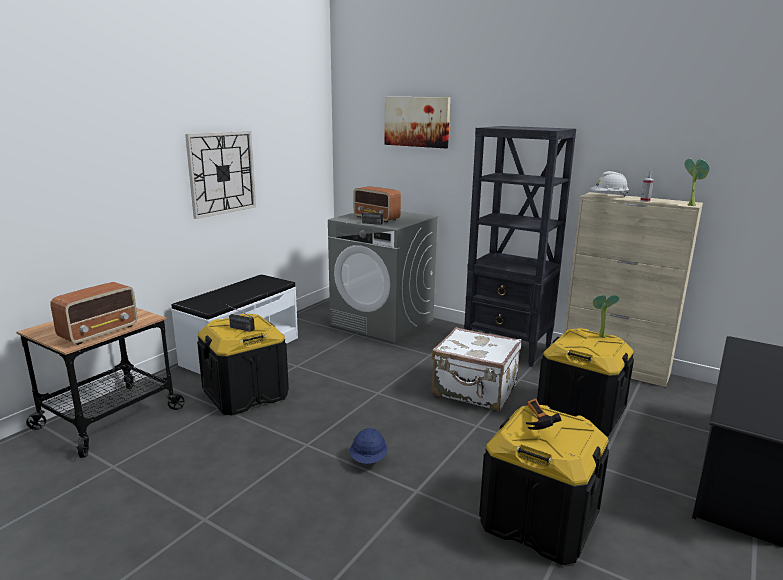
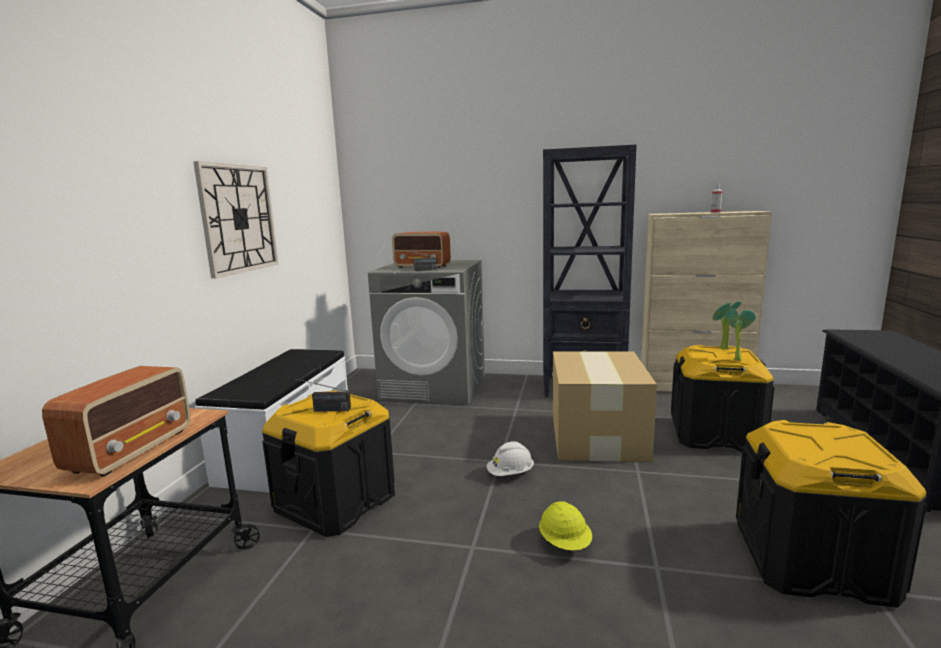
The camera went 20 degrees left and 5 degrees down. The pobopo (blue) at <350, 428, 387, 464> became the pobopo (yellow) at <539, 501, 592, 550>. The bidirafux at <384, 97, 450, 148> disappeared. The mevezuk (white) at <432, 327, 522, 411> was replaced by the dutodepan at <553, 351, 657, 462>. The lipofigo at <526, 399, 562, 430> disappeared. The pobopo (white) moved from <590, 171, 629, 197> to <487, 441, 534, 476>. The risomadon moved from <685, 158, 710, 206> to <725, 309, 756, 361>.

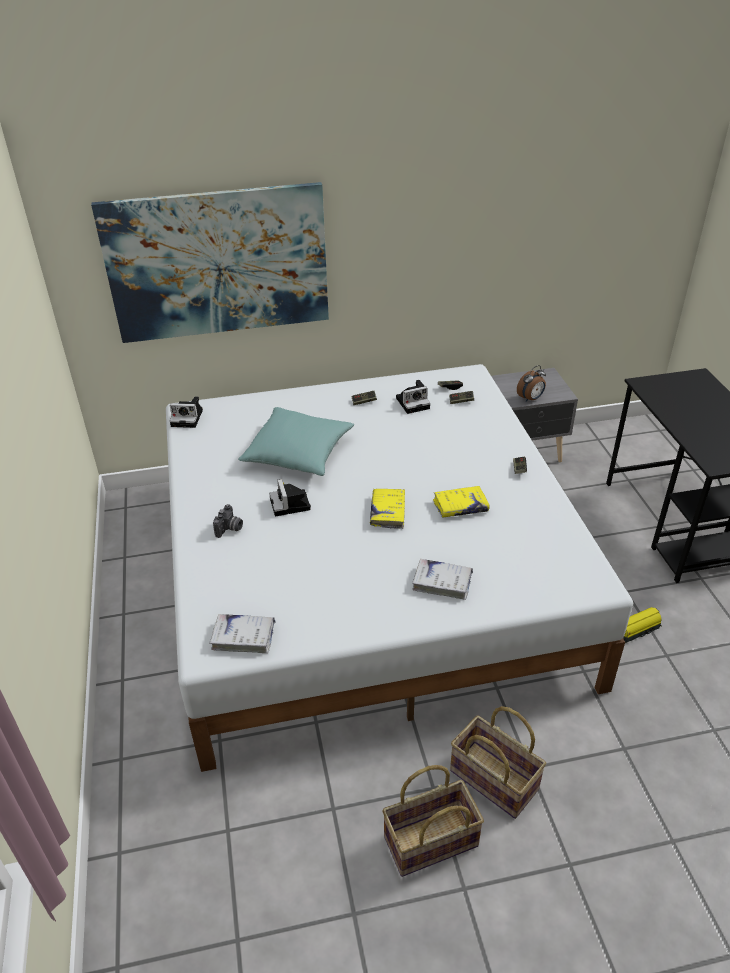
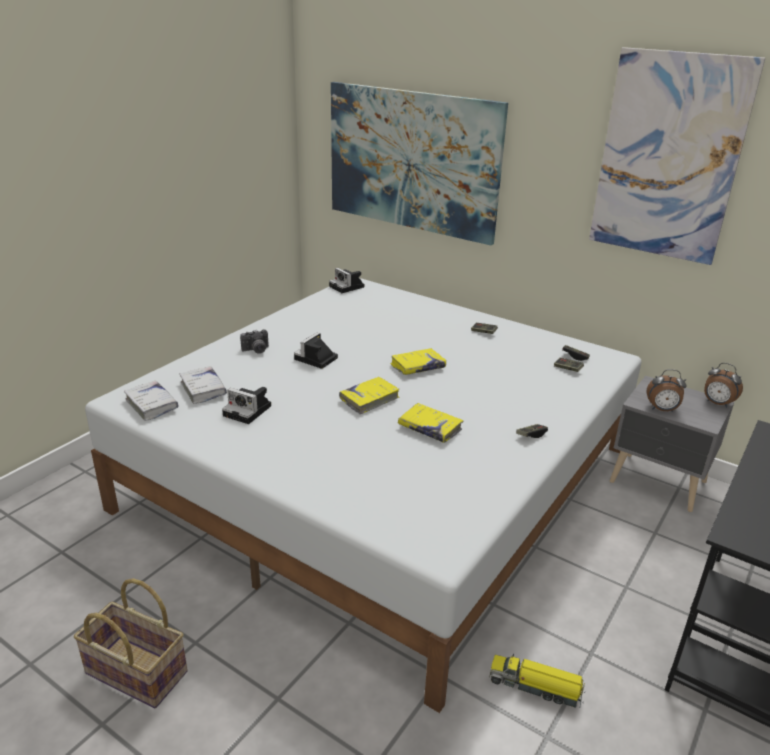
The camera went 45 degrees right and 10 degrees down. The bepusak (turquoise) at <238, 407, 354, 476> disappeared. The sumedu moved from <396, 380, 430, 414> to <222, 387, 271, 424>. The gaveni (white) moved from <412, 559, 473, 600> to <180, 366, 227, 404>. The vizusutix at <450, 706, 546, 819> disappeared. The gaveni (yellow) at <390, 348, 446, 375> appeared. The bidirafux at <589, 47, 765, 265> appeared. The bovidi at <704, 363, 743, 408> appeared.

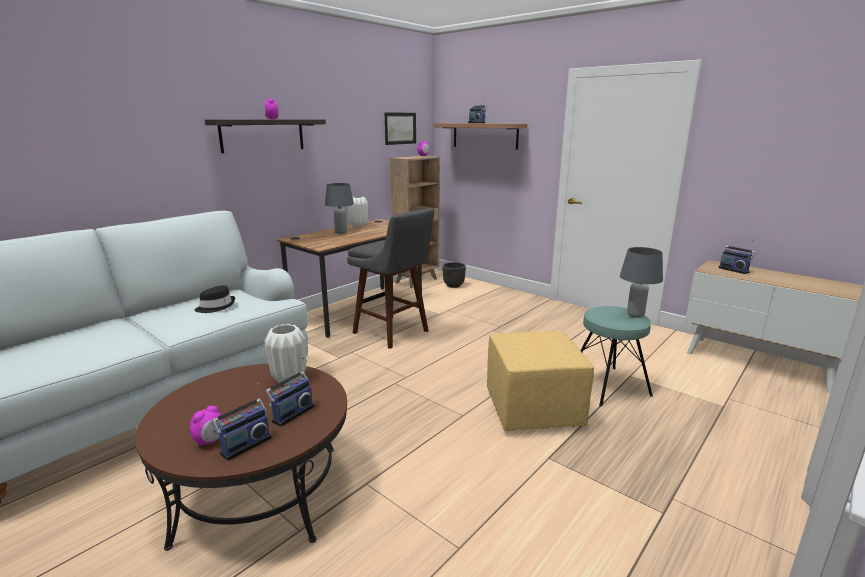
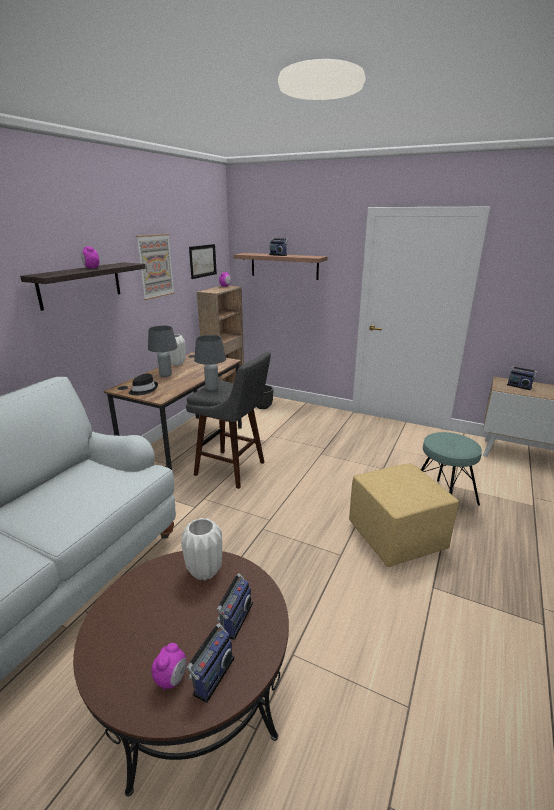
The camera went 15 degrees left and 5 degrees up. The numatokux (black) moved from <194, 285, 235, 313> to <129, 373, 158, 395>. The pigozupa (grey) moved from <620, 247, 663, 318> to <194, 335, 226, 391>. The bidirafux at <136, 234, 175, 300> appeared.

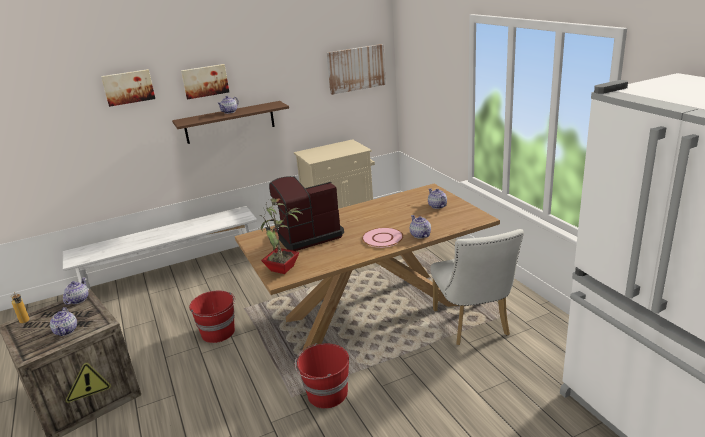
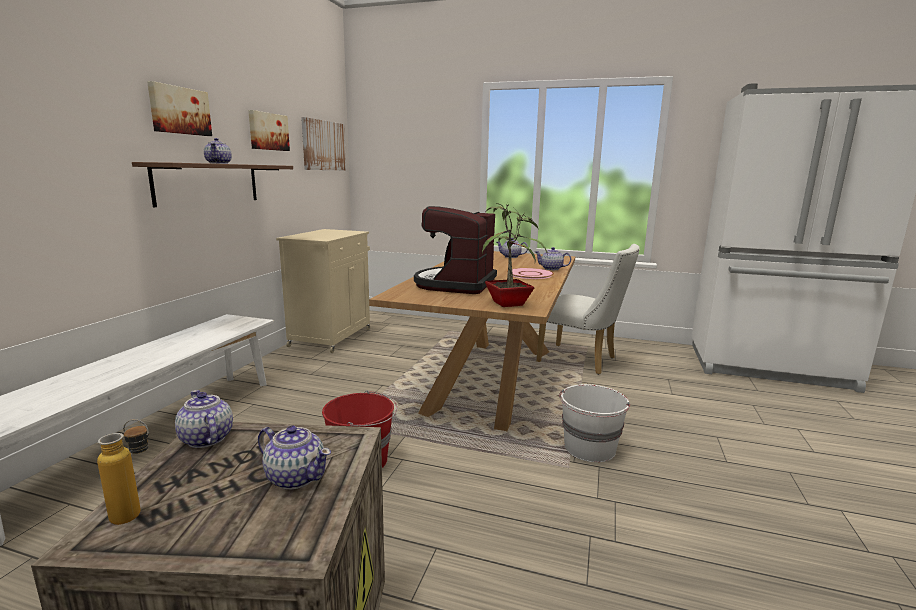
The camera went 50 degrees left and 10 degrees down. The bidirafux moved from <101, 69, 155, 107> to <248, 110, 290, 151>. The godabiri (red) at <295, 343, 349, 408> became the godabiri (white) at <559, 384, 630, 462>.

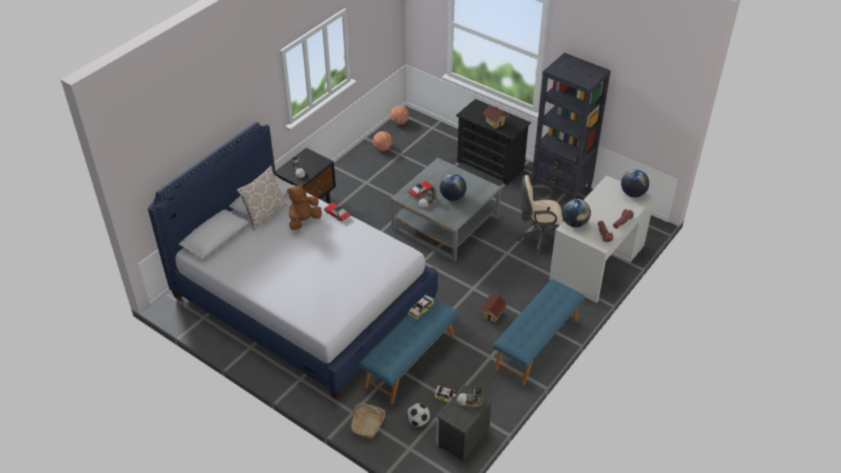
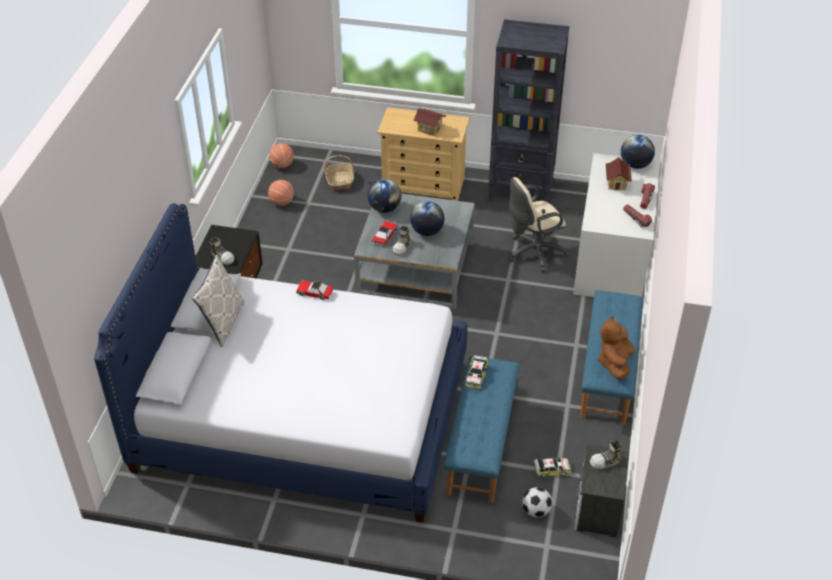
The camera went 25 degrees left and 0 degrees up. The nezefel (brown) moved from <287, 183, 322, 230> to <598, 316, 635, 380>. The vizusutix moved from <351, 403, 385, 439> to <324, 155, 354, 190>. The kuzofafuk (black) at <456, 99, 531, 185> became the kuzofafuk (beige) at <377, 107, 470, 201>. The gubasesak moved from <480, 294, 508, 322> to <606, 158, 632, 191>. The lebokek moved from <562, 199, 591, 227> to <368, 179, 401, 213>.

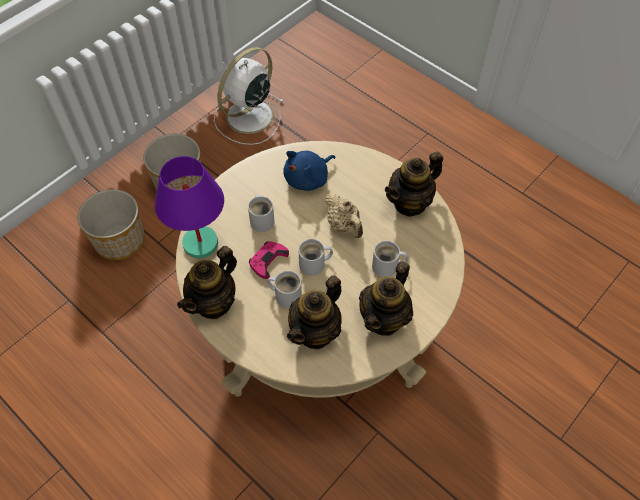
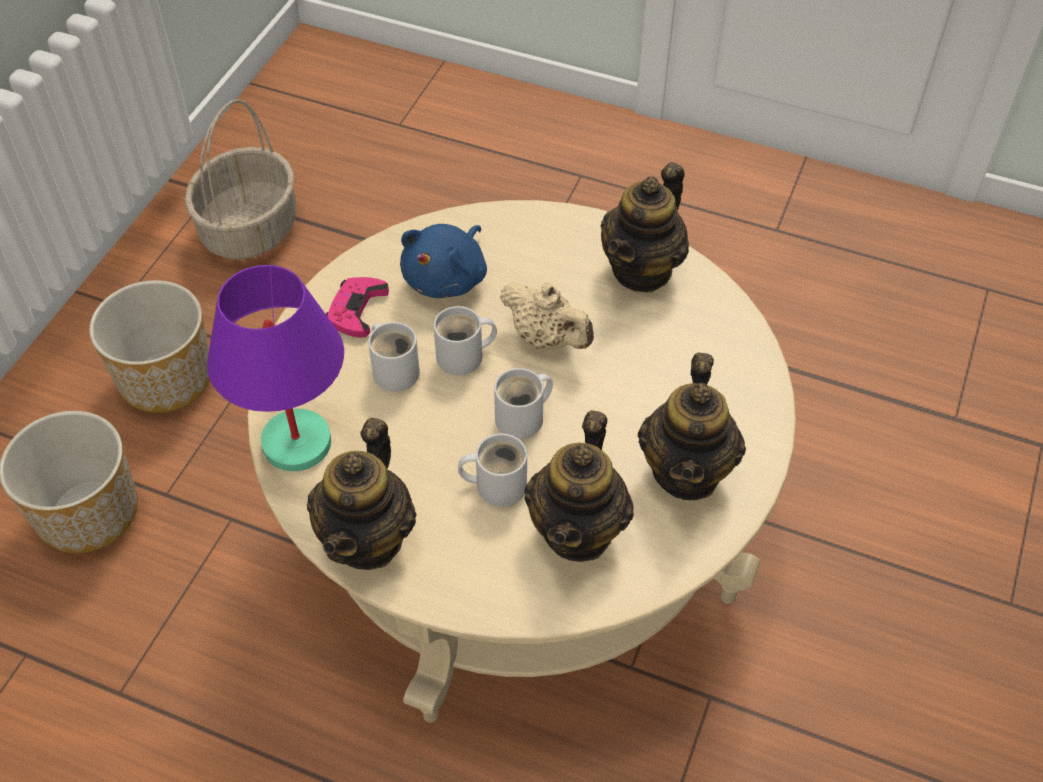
The camera went 20 degrees left and 5 degrees down. The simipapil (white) at <214, 47, 284, 145> was replaced by the vizusutix at <185, 99, 296, 259>. The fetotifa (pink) moved from <249, 241, 289, 279> to <326, 277, 389, 338>. The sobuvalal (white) moved from <372, 241, 408, 277> to <434, 306, 497, 375>.

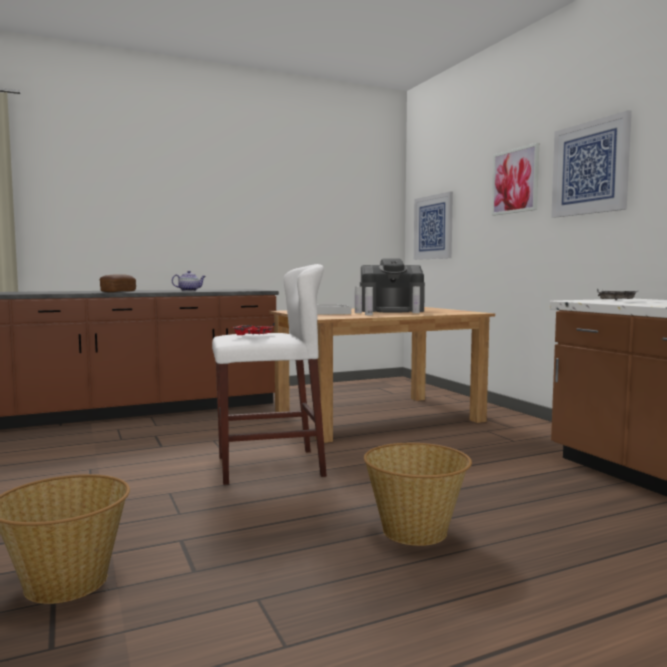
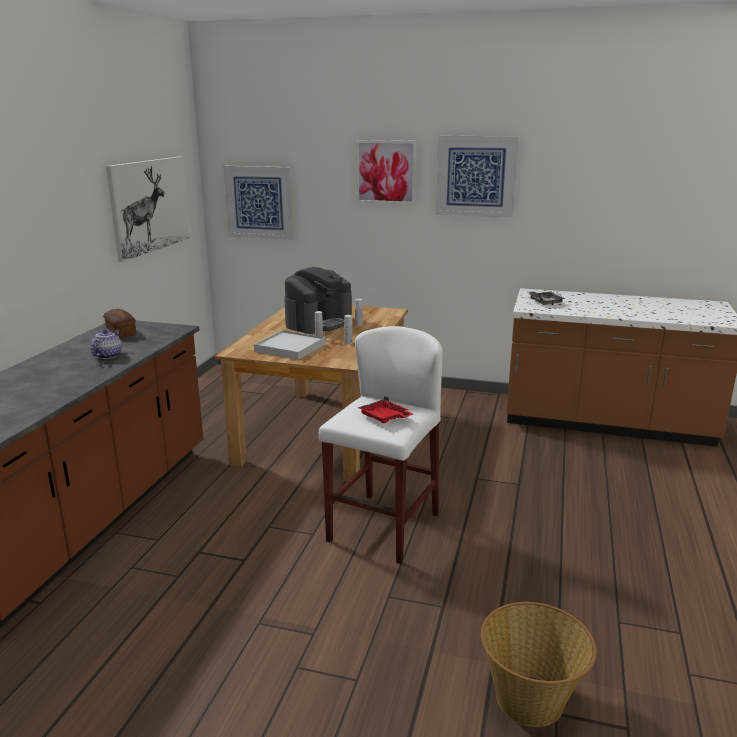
The camera went 50 degrees left and 15 degrees up. The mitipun moved from <100, 274, 136, 292> to <103, 309, 136, 337>. The vizusutix at <364, 443, 472, 546> disappeared. The bidirafux at <106, 156, 190, 262> appeared.

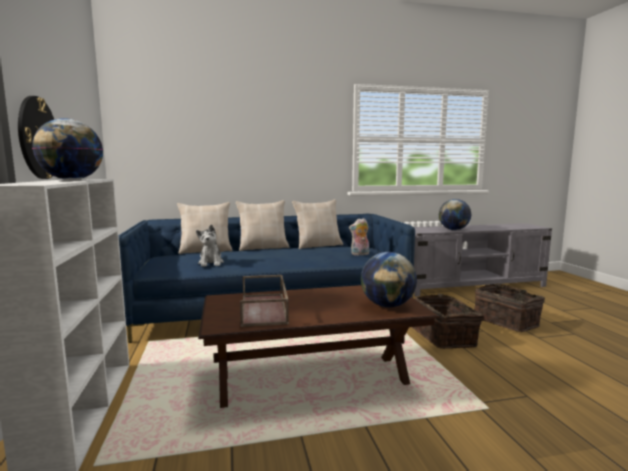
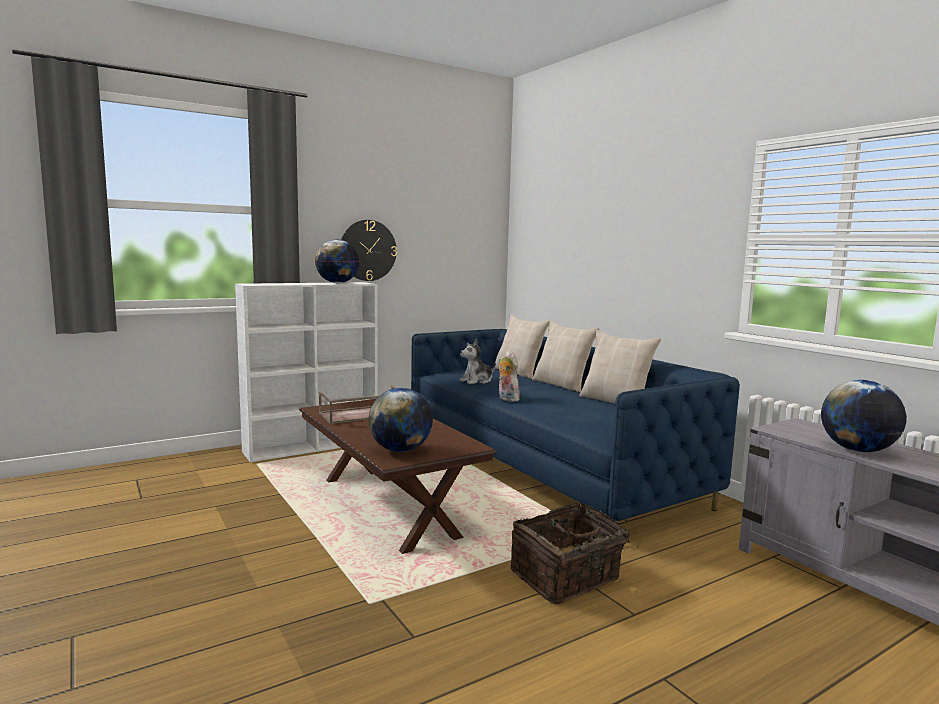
The camera went 70 degrees right and 0 degrees up. The nezefel moved from <349, 218, 369, 255> to <499, 351, 520, 402>. The vizusutix at <474, 283, 545, 332> disappeared.

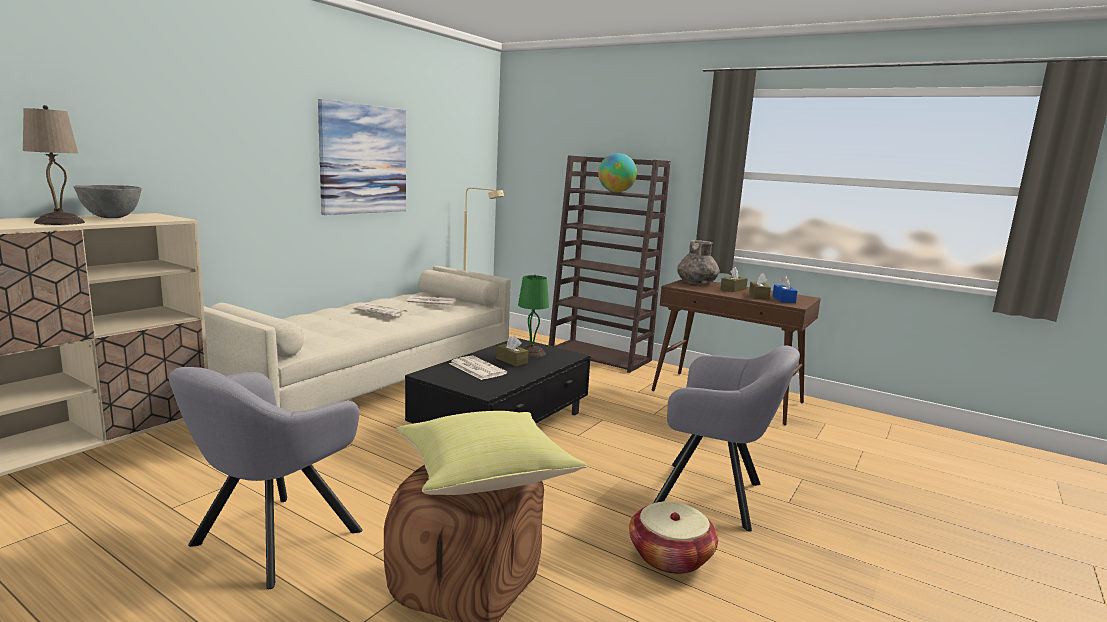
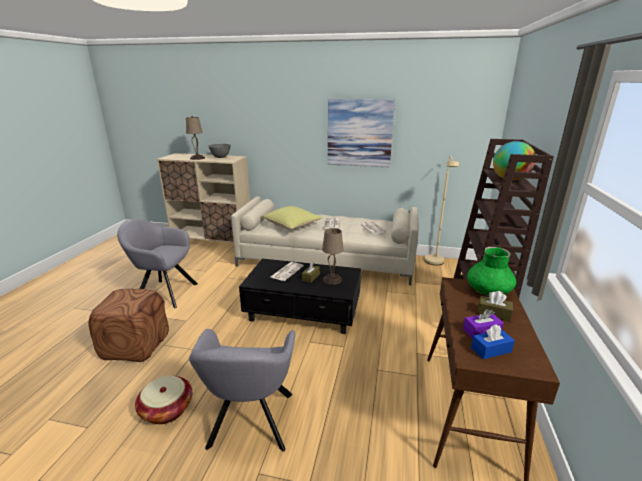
The camera went 70 degrees right and 10 degrees up. The bepusak (yellow) moved from <396, 411, 587, 495> to <262, 206, 322, 230>. The pigozupa (green) at <518, 275, 549, 358> became the pigozupa (beige) at <322, 228, 344, 285>. The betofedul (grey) at <677, 240, 720, 284> became the betofedul (green) at <467, 247, 516, 296>. The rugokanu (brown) at <749, 273, 771, 300> became the rugokanu (purple) at <463, 309, 504, 339>.

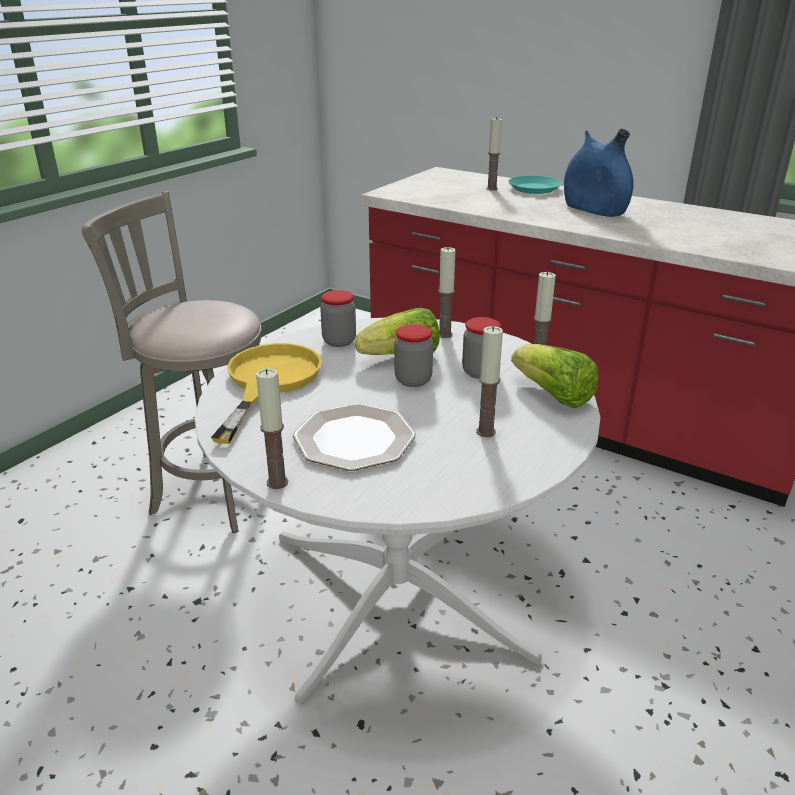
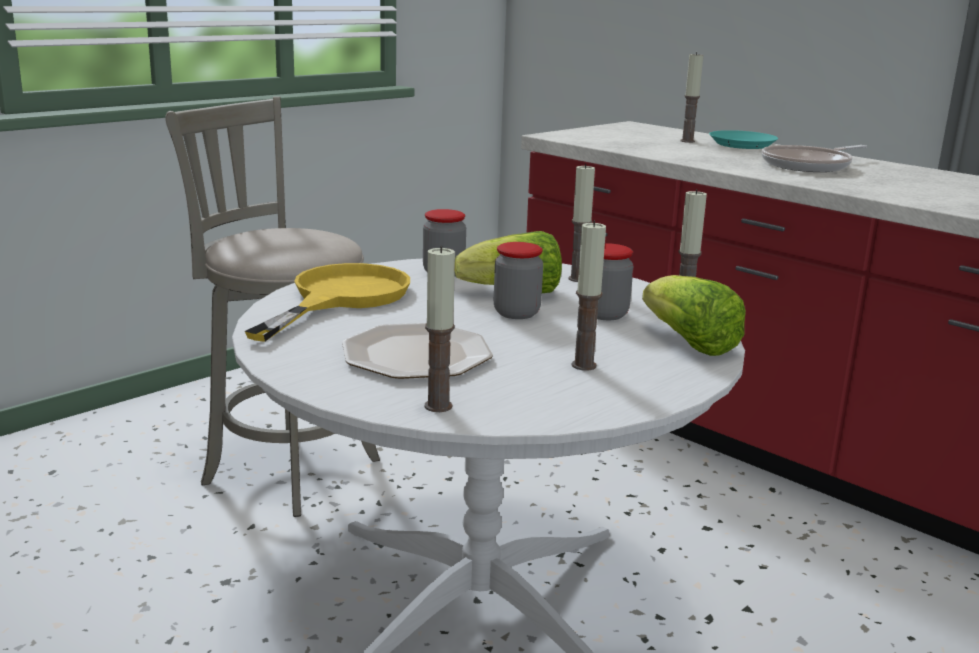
The camera went 10 degrees right and 10 degrees down. The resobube moved from <256, 368, 288, 489> to <425, 246, 455, 412>. The betofedul (blue) at <564, 129, 634, 217> was replaced by the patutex at <762, 145, 867, 172>.

